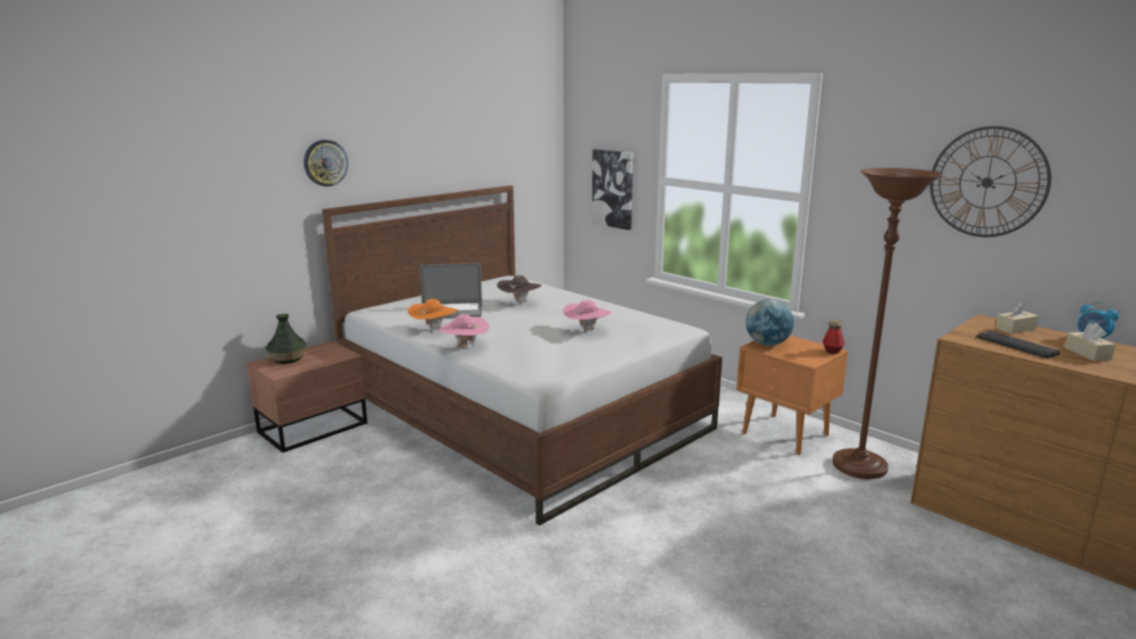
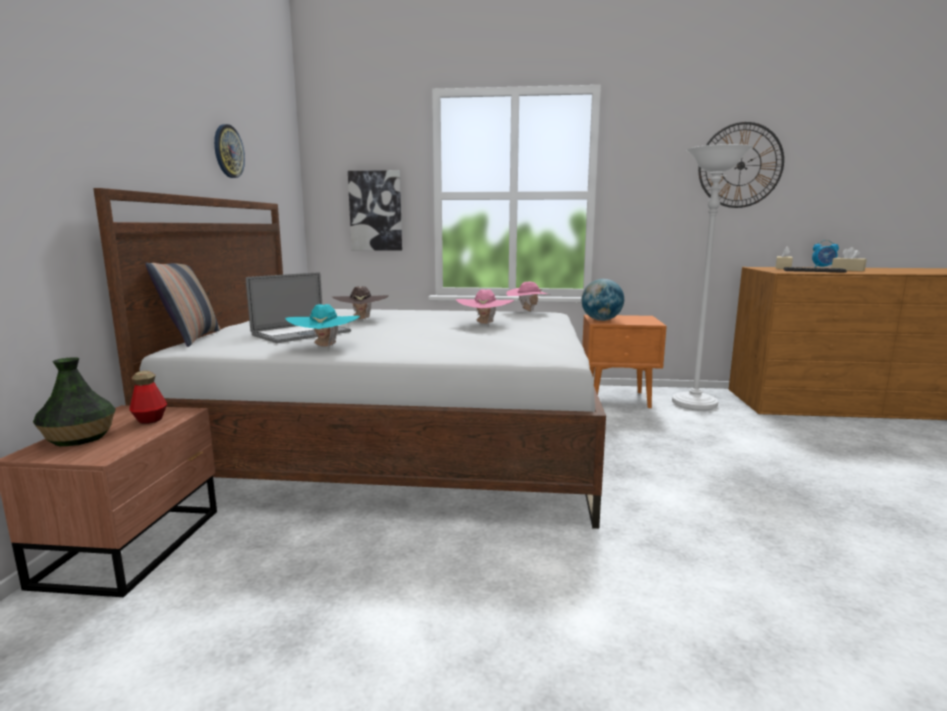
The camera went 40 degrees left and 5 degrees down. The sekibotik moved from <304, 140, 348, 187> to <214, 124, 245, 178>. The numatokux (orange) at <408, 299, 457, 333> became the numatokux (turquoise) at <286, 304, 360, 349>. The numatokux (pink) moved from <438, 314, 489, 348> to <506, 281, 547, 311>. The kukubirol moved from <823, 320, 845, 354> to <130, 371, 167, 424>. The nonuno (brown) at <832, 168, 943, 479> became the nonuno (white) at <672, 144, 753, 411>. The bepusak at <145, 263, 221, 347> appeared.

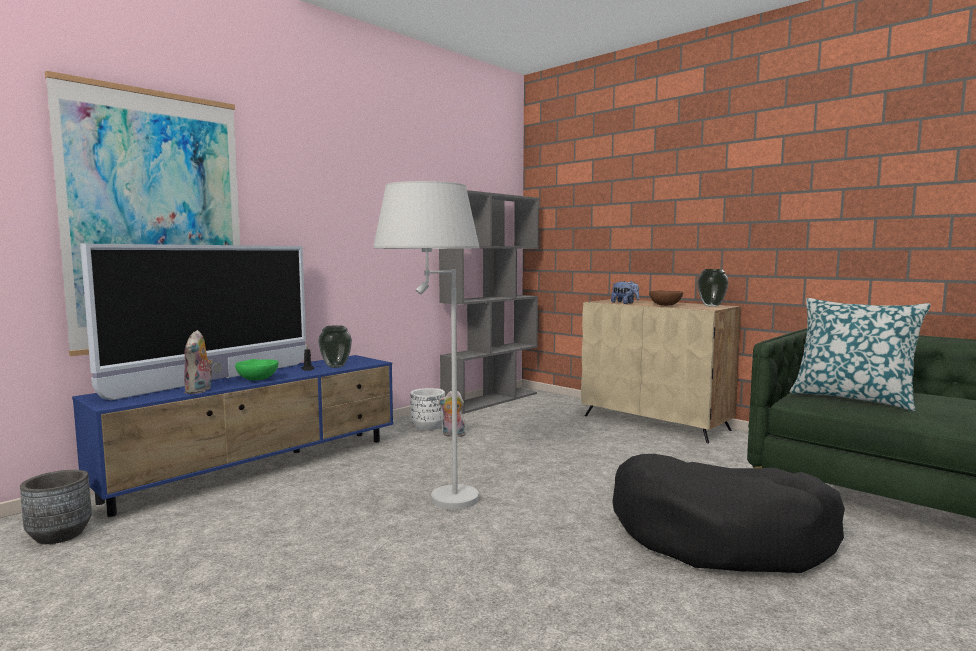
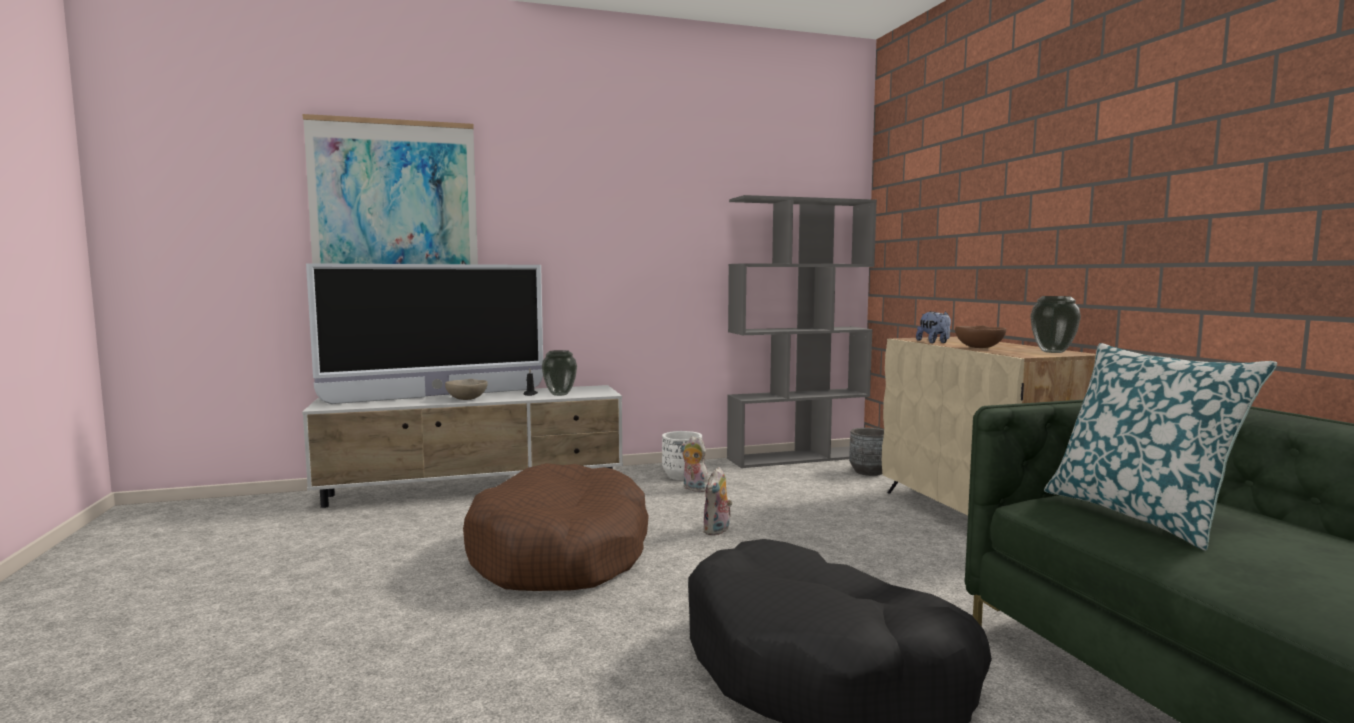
The camera went 30 degrees right and 0 degrees up. The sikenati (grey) moved from <20, 470, 92, 544> to <849, 428, 884, 476>. The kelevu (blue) at <72, 355, 394, 517> became the kelevu (white) at <302, 385, 623, 508>. The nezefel moved from <184, 330, 213, 394> to <703, 467, 732, 536>. The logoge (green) at <235, 359, 278, 381> became the logoge (beige) at <445, 379, 488, 400>. The nonuno (white) at <373, 181, 479, 510> was replaced by the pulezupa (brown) at <463, 463, 649, 591>.

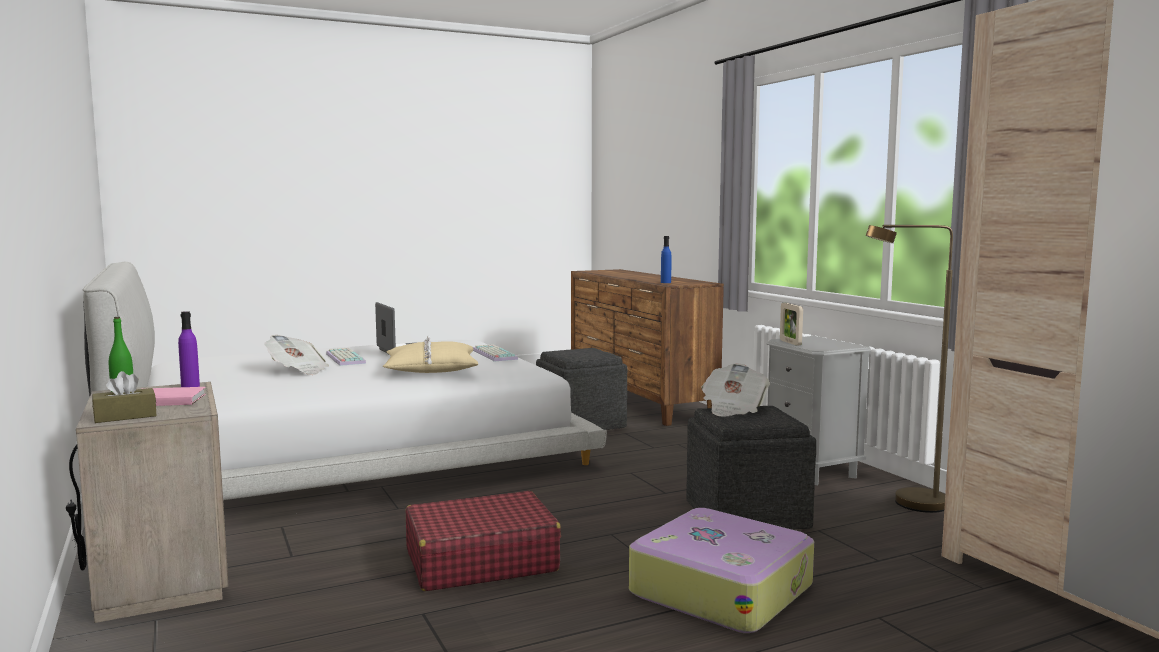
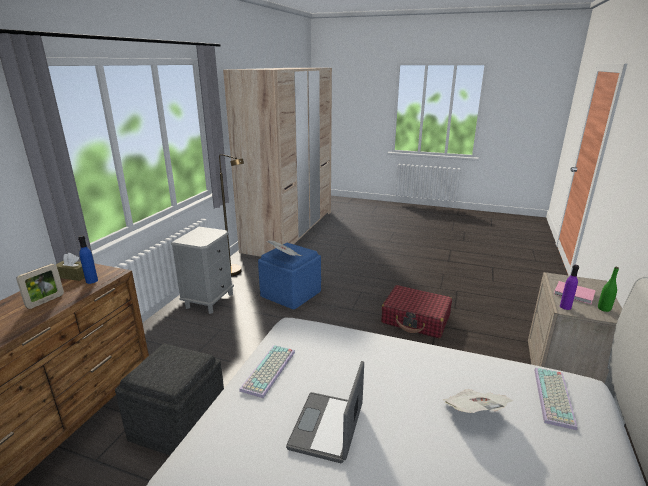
The camera went 135 degrees left and 15 degrees up. The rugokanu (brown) moved from <92, 371, 157, 423> to <56, 253, 85, 281>. The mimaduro moved from <326, 348, 366, 366> to <534, 368, 577, 430>. The bepusak (beige) at <383, 335, 478, 373> disappeared. The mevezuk at <629, 508, 814, 633> disappeared. The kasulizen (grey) at <686, 406, 816, 530> became the kasulizen (blue) at <258, 243, 321, 309>. The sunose moved from <780, 303, 803, 345> to <16, 264, 64, 309>.

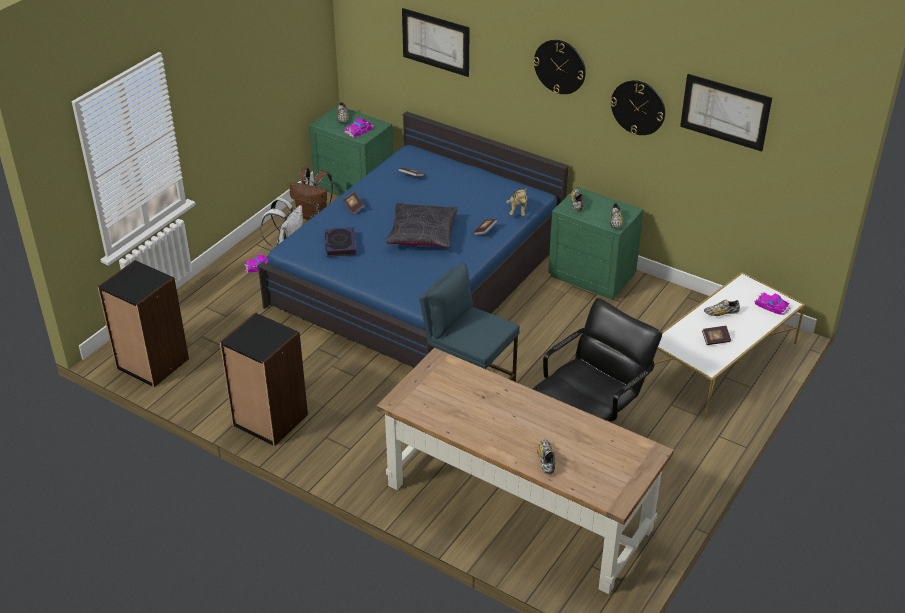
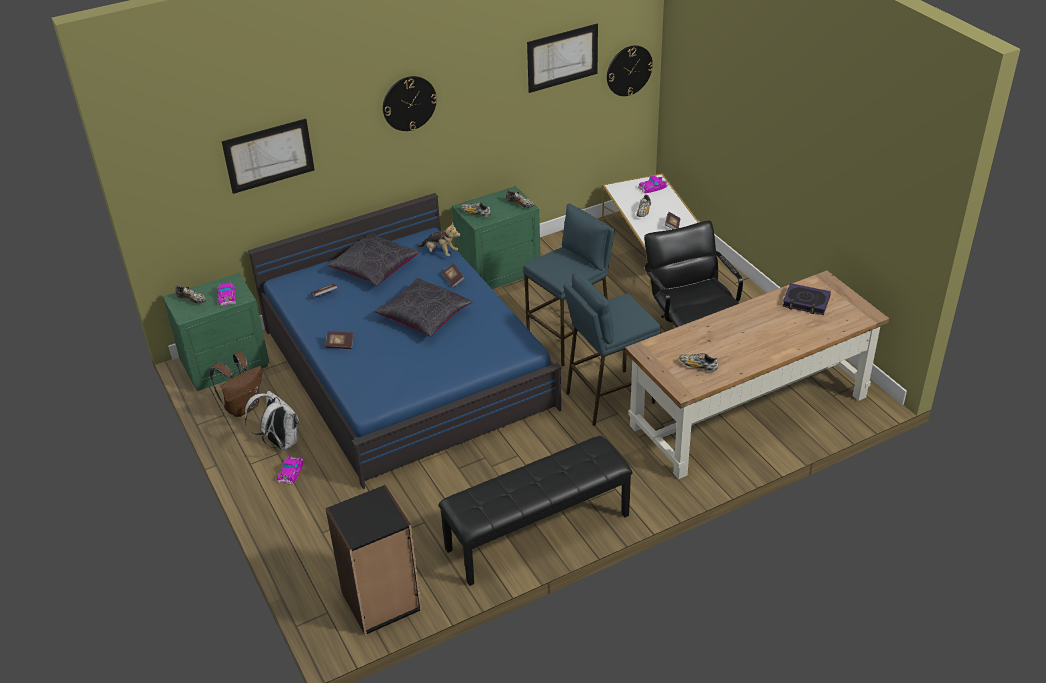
The camera went 60 degrees left and 0 degrees up. The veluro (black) at <219, 312, 308, 446> was replaced by the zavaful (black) at <439, 436, 632, 586>. The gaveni moved from <325, 227, 356, 257> to <782, 283, 831, 315>. The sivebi moved from <537, 440, 555, 475> to <679, 353, 718, 372>. The sekibotik moved from <611, 80, 665, 135> to <607, 45, 653, 96>. The bepusak (black) at <328, 233, 420, 286> appeared. The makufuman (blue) at <523, 204, 615, 367> appeared.

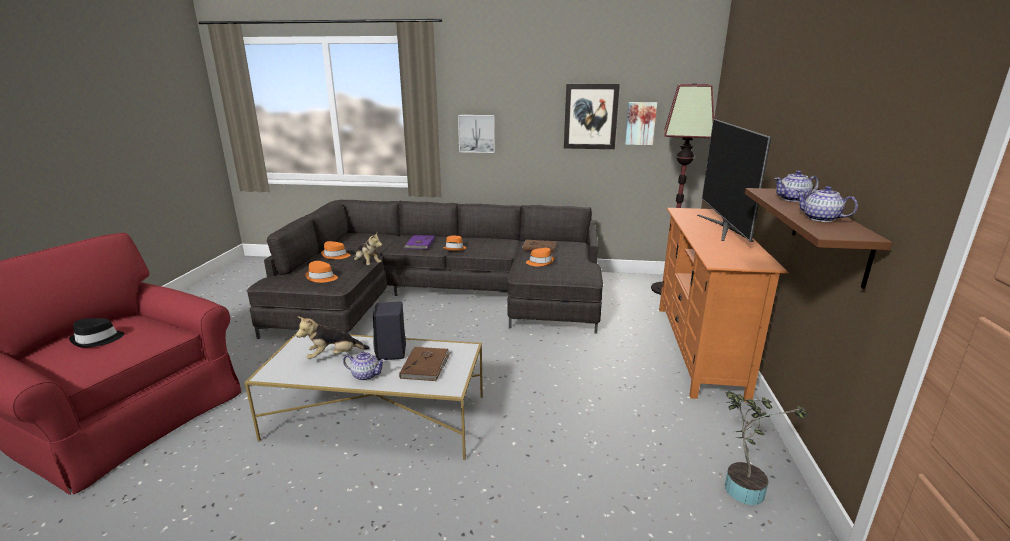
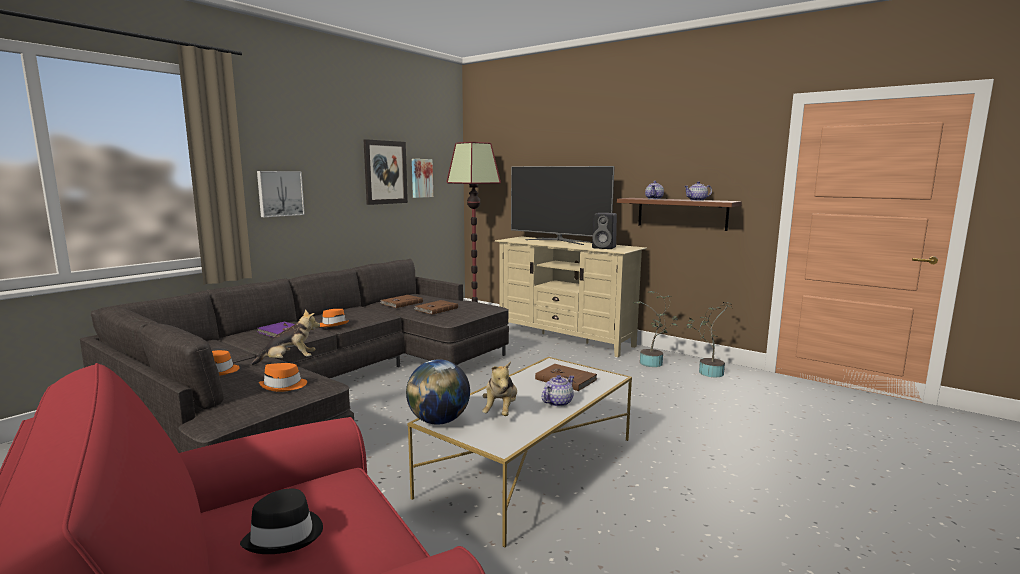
The camera went 60 degrees left and 10 degrees down. The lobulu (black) moved from <373, 302, 406, 360> to <592, 213, 617, 249>. The numatokux (orange) at <526, 248, 555, 266> was replaced by the gaveni (brown) at <414, 300, 458, 315>. The kelevu (orange) at <659, 208, 789, 403> became the kelevu (beige) at <495, 236, 647, 357>. The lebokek at <406, 359, 470, 425> appeared. The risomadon at <633, 291, 678, 367> appeared.

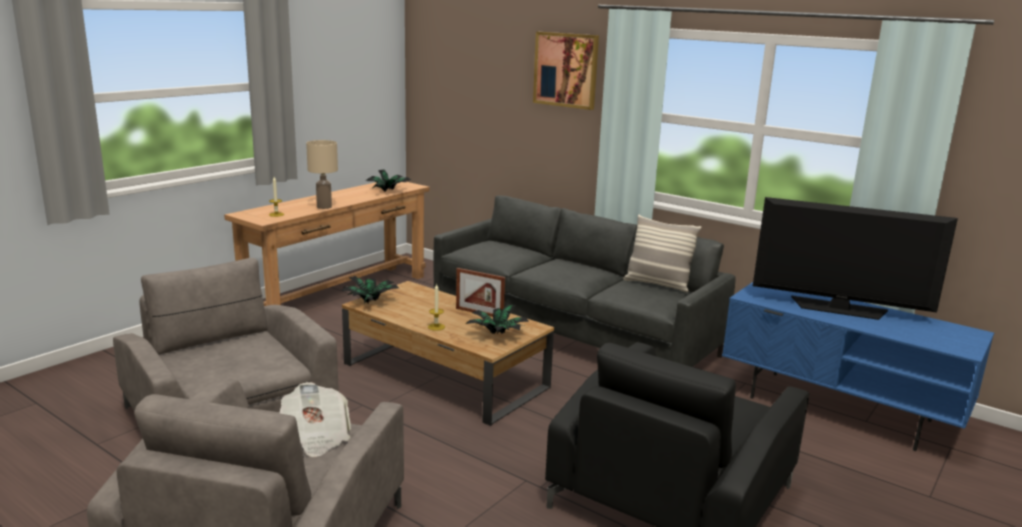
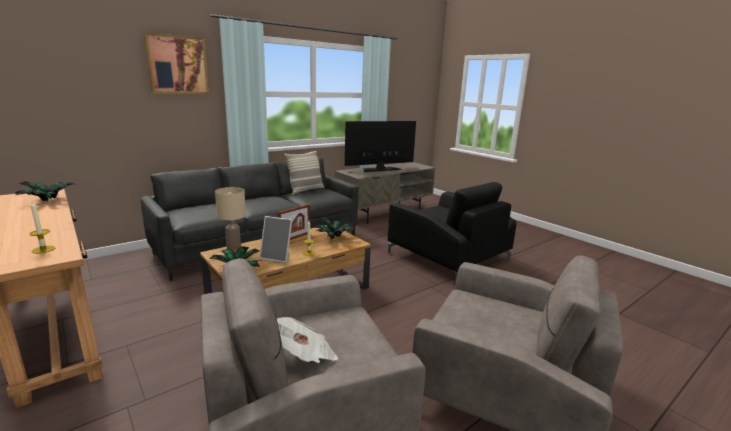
The camera went 75 degrees left and 0 degrees up. The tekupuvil moved from <279, 382, 351, 457> to <277, 317, 338, 363>. The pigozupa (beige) moved from <306, 140, 338, 209> to <215, 187, 246, 251>. The kelevu (blue) at <722, 282, 994, 451> became the kelevu (grey) at <335, 162, 435, 224>. The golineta at <753, 197, 958, 320> turned 150 degrees counterclockwise. The sunose at <259, 216, 292, 263> appeared.

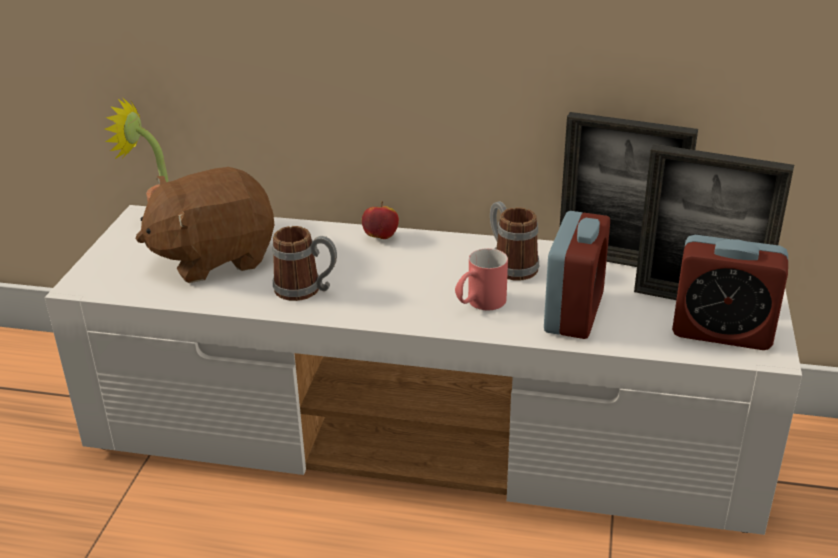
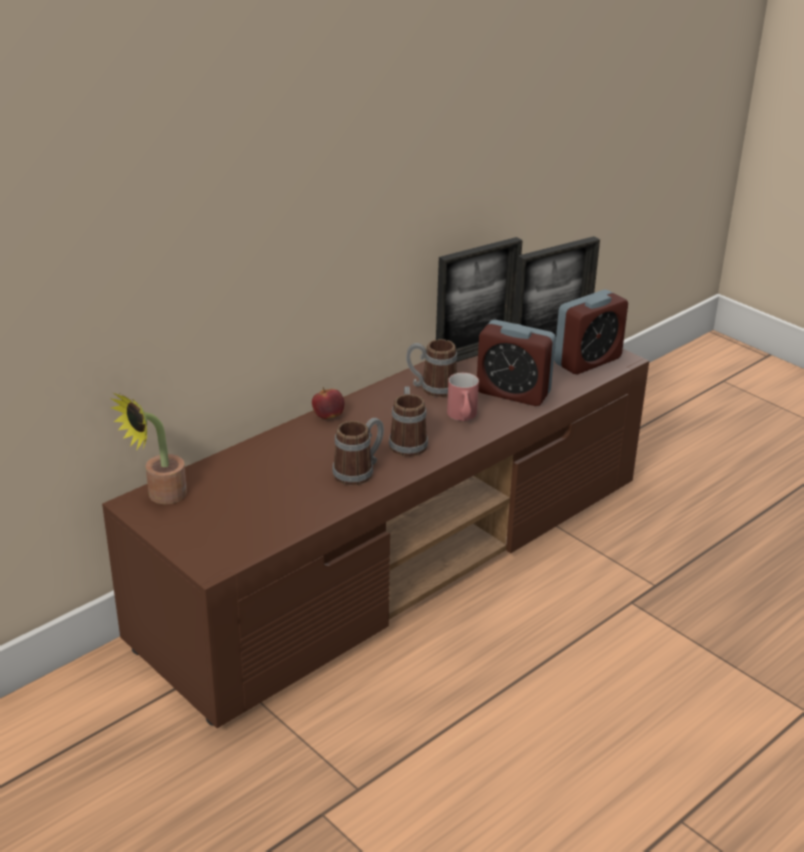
The camera went 55 degrees left and 0 degrees up. The kelevu (white) at <45, 205, 802, 535> became the kelevu (brown) at <102, 349, 649, 728>. The nezefel (brown) at <135, 167, 274, 283> disappeared. The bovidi at <544, 211, 610, 339> turned 150 degrees clockwise. The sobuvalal at <389, 386, 428, 457> appeared.

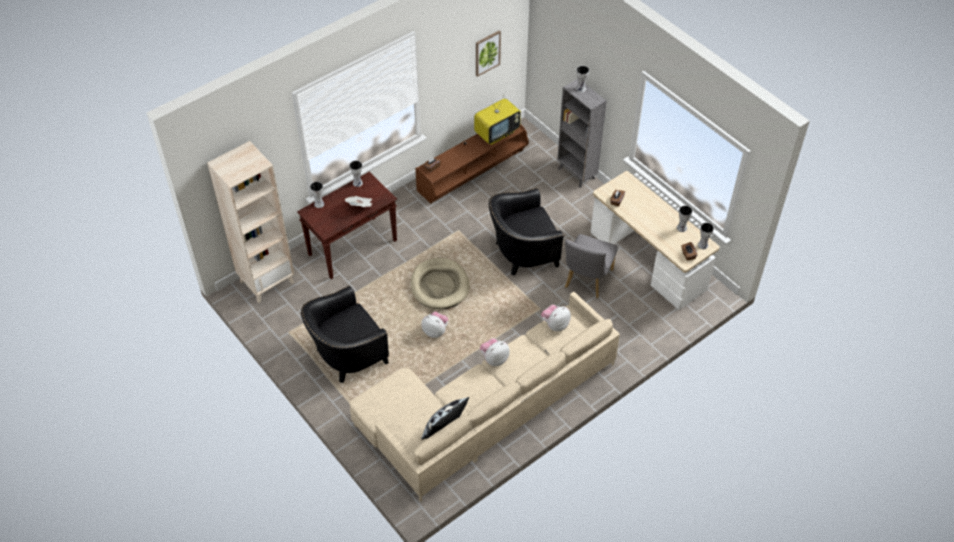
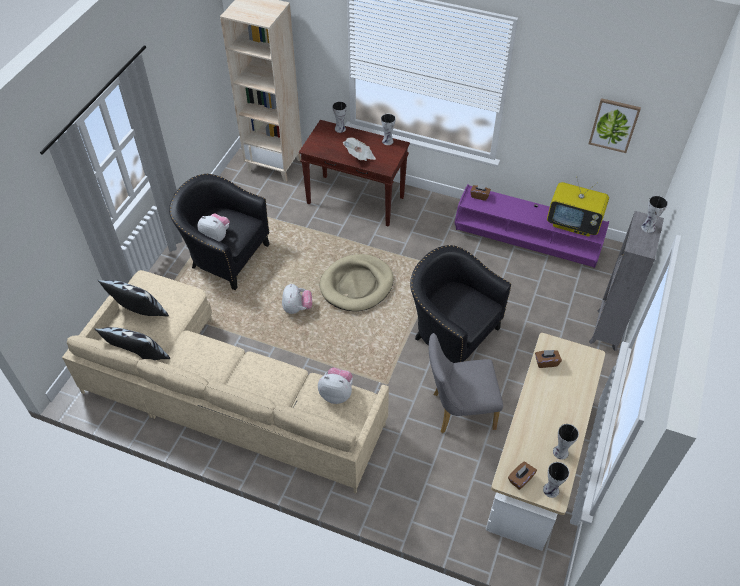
The camera went 60 degrees right and 0 degrees up. The kelevu (brown) at <415, 124, 529, 204> became the kelevu (purple) at <455, 184, 609, 268>. The nezefel moved from <480, 338, 510, 366> to <197, 214, 230, 242>. The bepusak at <97, 280, 169, 317> appeared.

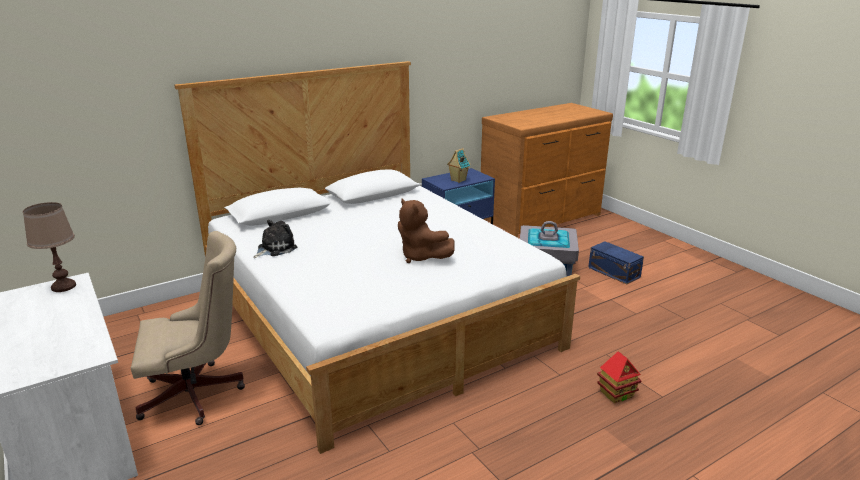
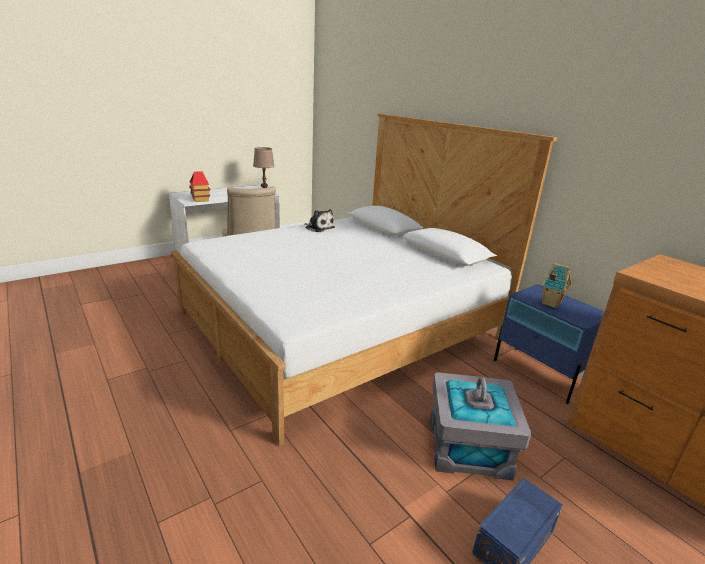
The camera went 85 degrees right and 0 degrees up. The nezefel (brown) at <398, 199, 455, 263> disappeared. The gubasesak moved from <597, 351, 642, 403> to <189, 171, 210, 202>.

